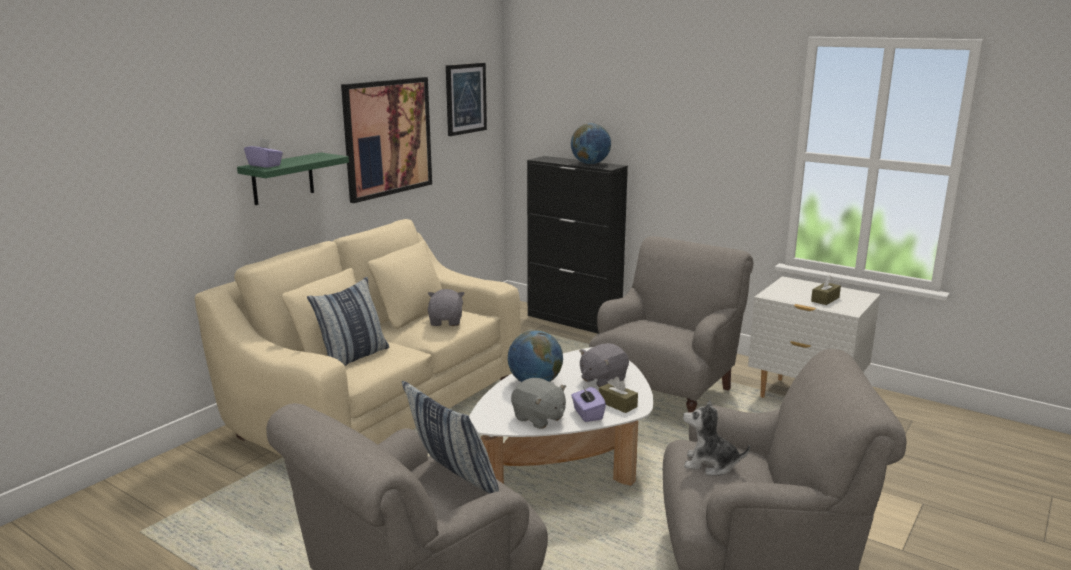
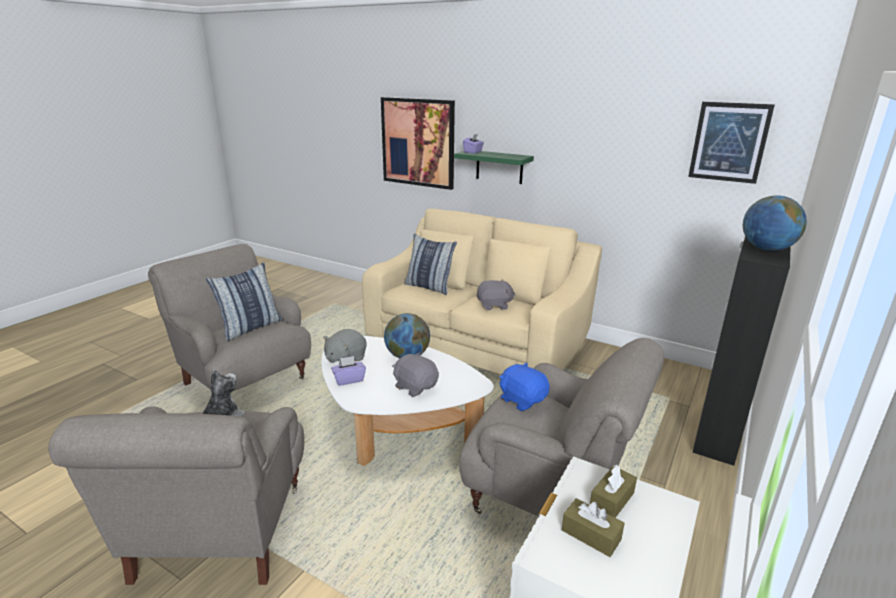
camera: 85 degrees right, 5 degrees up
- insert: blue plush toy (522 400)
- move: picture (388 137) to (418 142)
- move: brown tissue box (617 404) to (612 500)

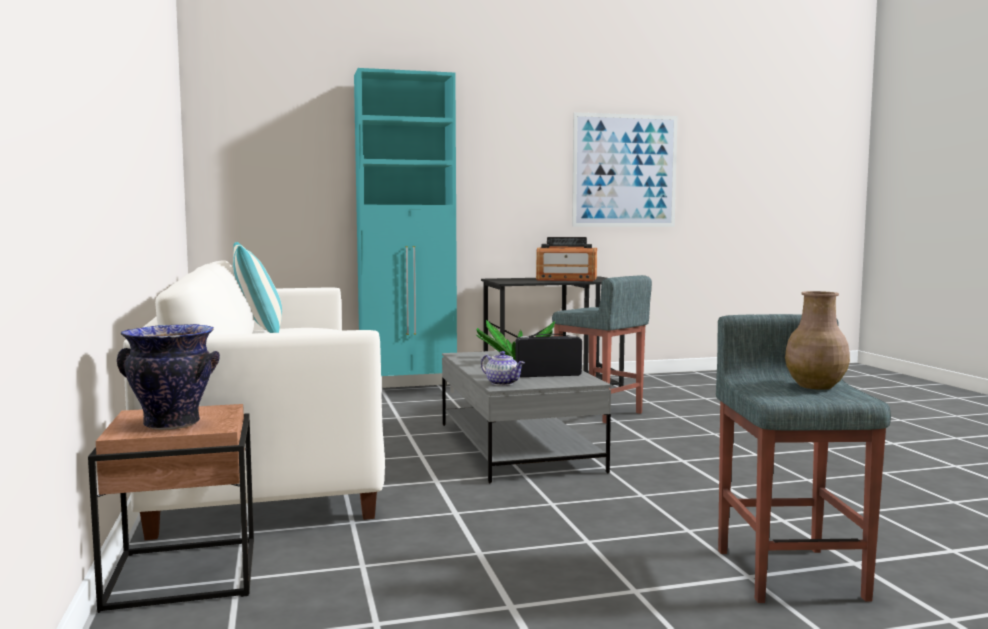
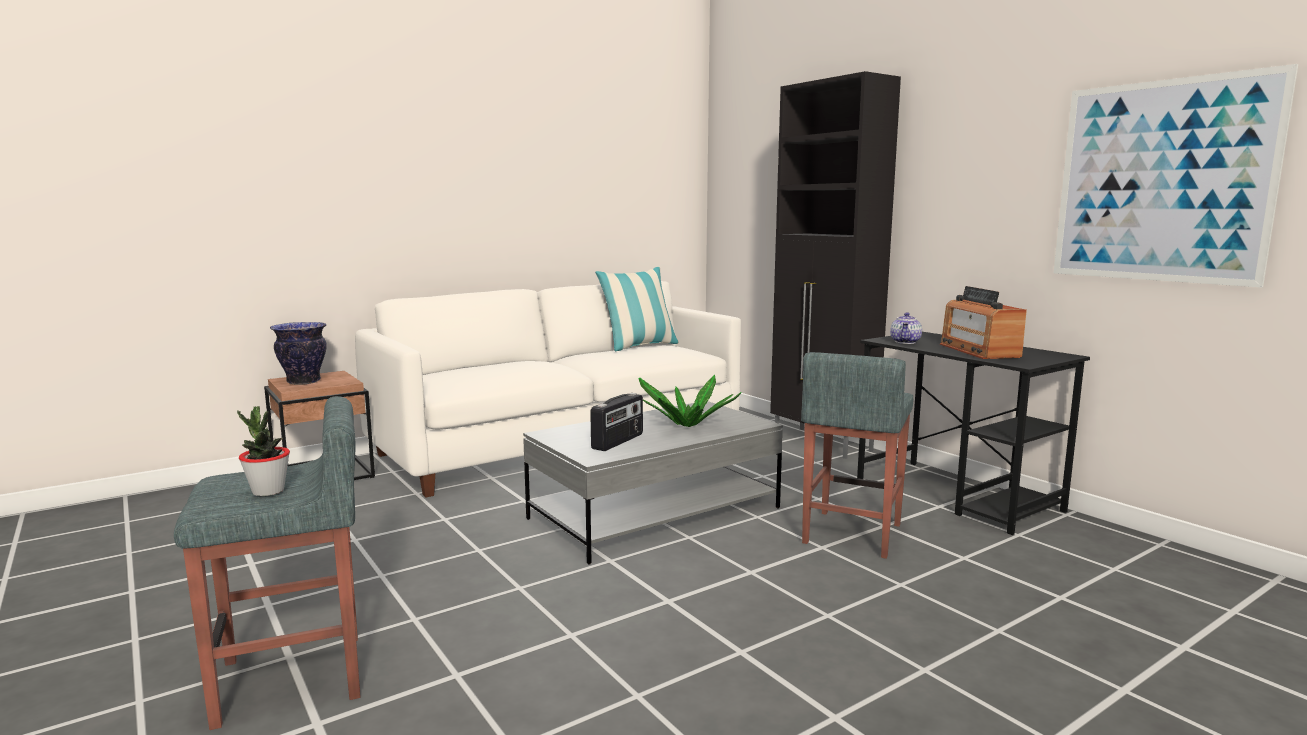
camera: 70 degrees right, 5 degrees up
- move: teapot (503 383) to (906 342)
- replace: brown vase (816 386) to potted plant (268 491)
- recolor: turquoise cabinet (409 391) to black cabinet (822 443)
- rotate: radio (548 375) = (618 441) 60 degrees clockwise

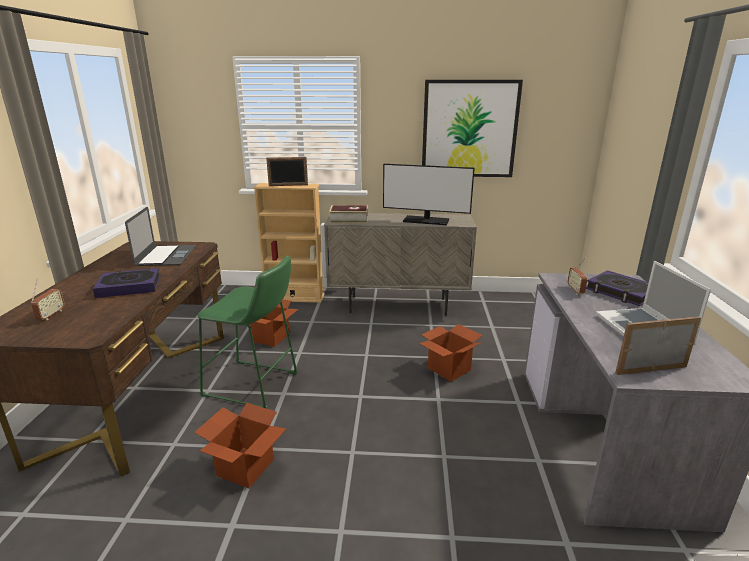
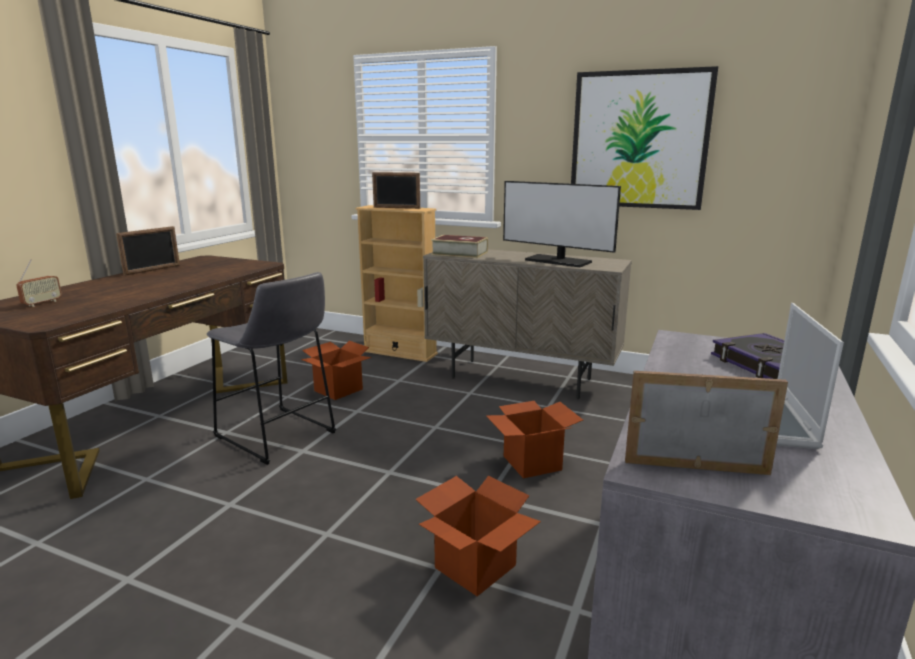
camera: 20 degrees right, 5 degrees down
- delete: book (129 287)
- delete: laptop (166 255)
- delete: radio (575 290)
- insert: picture frame (153 270)
- move: cardboard box (245 467) to (475 566)
- recolor: green stool (255 386) to grey stool (278 437)

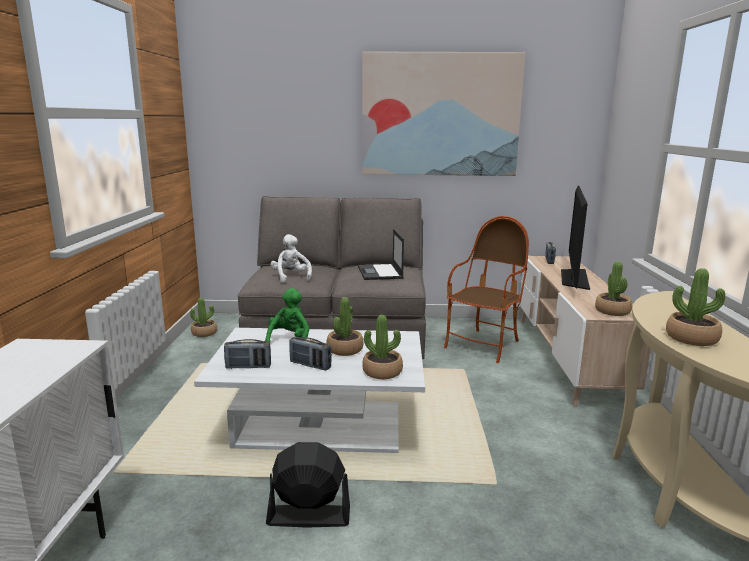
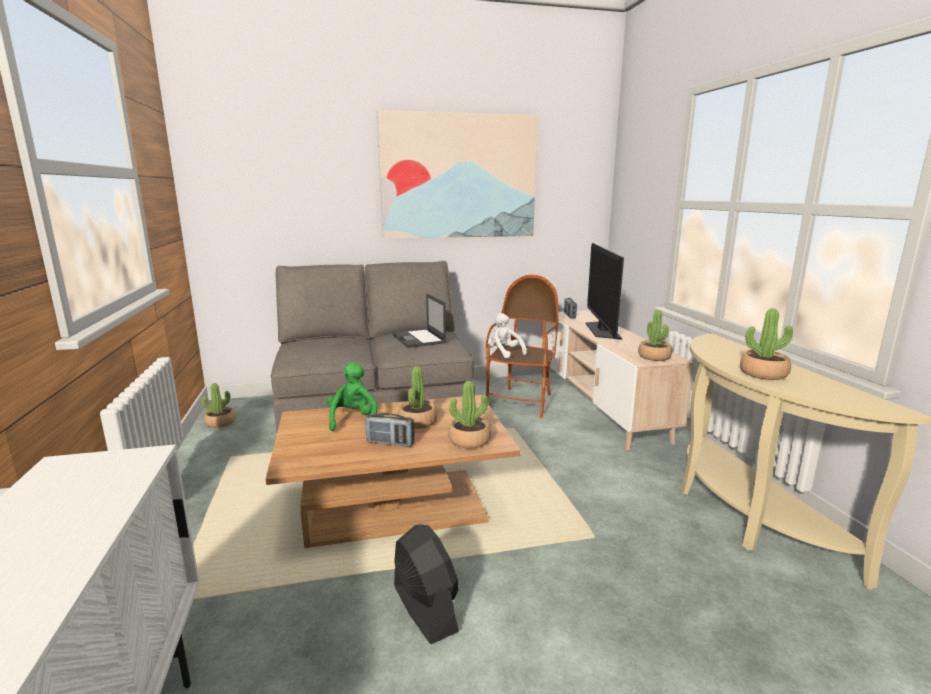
camera: 15 degrees left, 0 degrees up
- delete: radio (248 367)
- move: white plush toy (291 277) to (504 353)
- recolor: white coffee table (320 426) to brown coffee table (395 507)
- rotate: black fan (308 516) = (424 608) 75 degrees clockwise

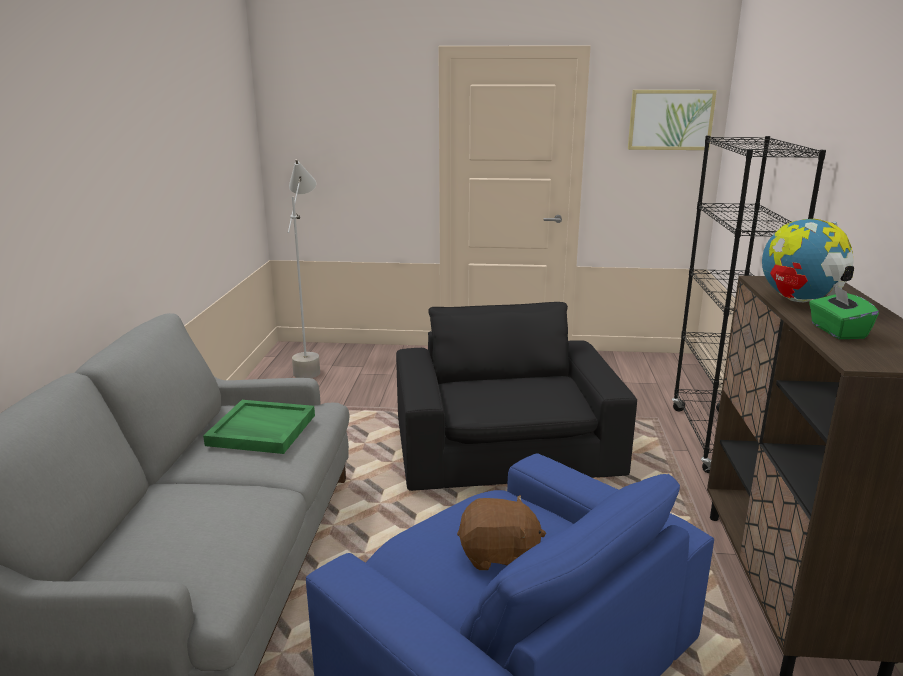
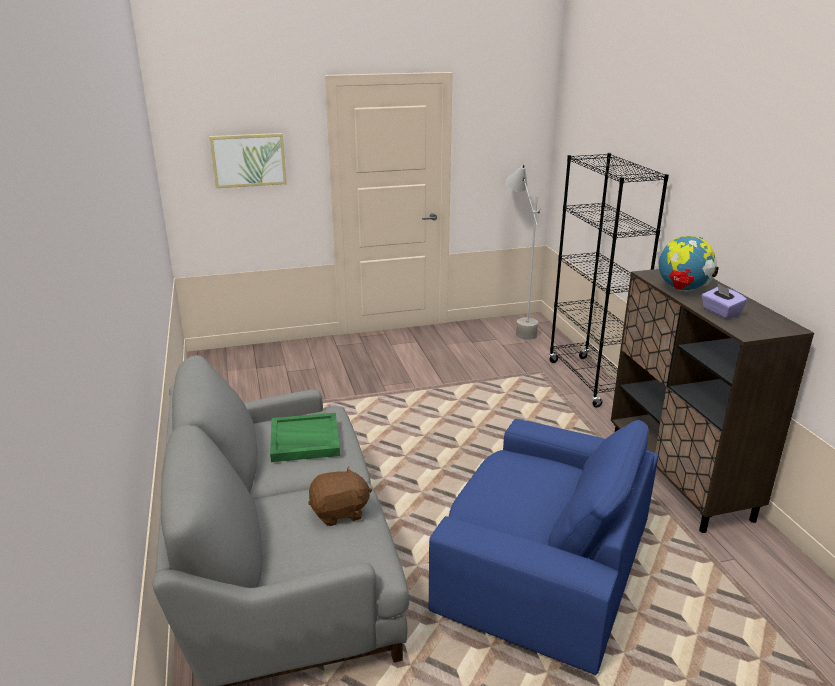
camera: 20 degrees left, 5 degrees up
- delete: black armchair (506 449)
- move: grey floor lamp (310 364) to (517 328)
- move: brown plush toy (498 555) to (340 512)
- move: picture (670 120) to (248 160)
- recolor: green tissue box (837 331) to purple tissue box (720 312)

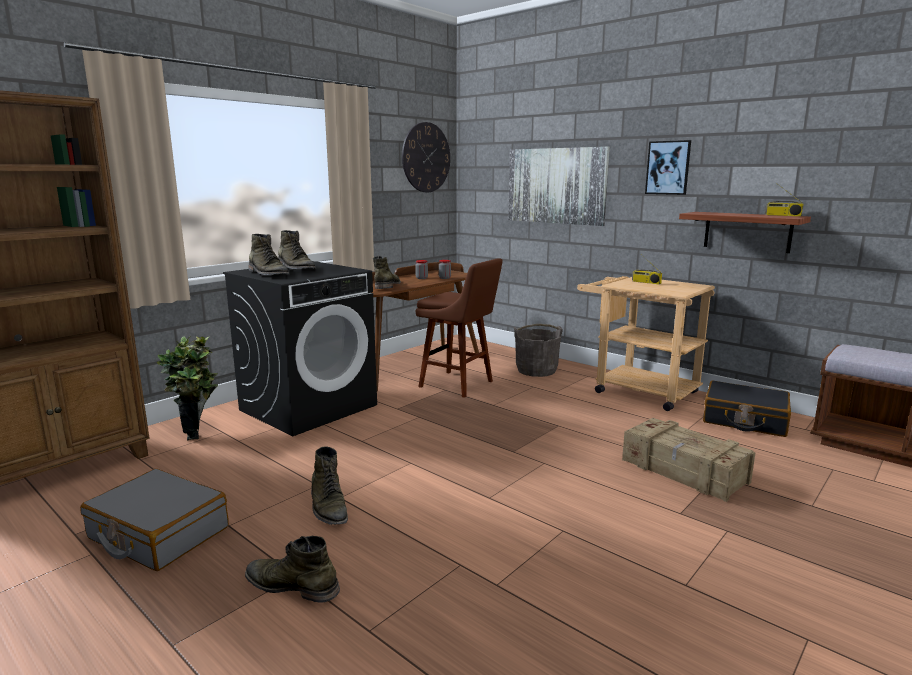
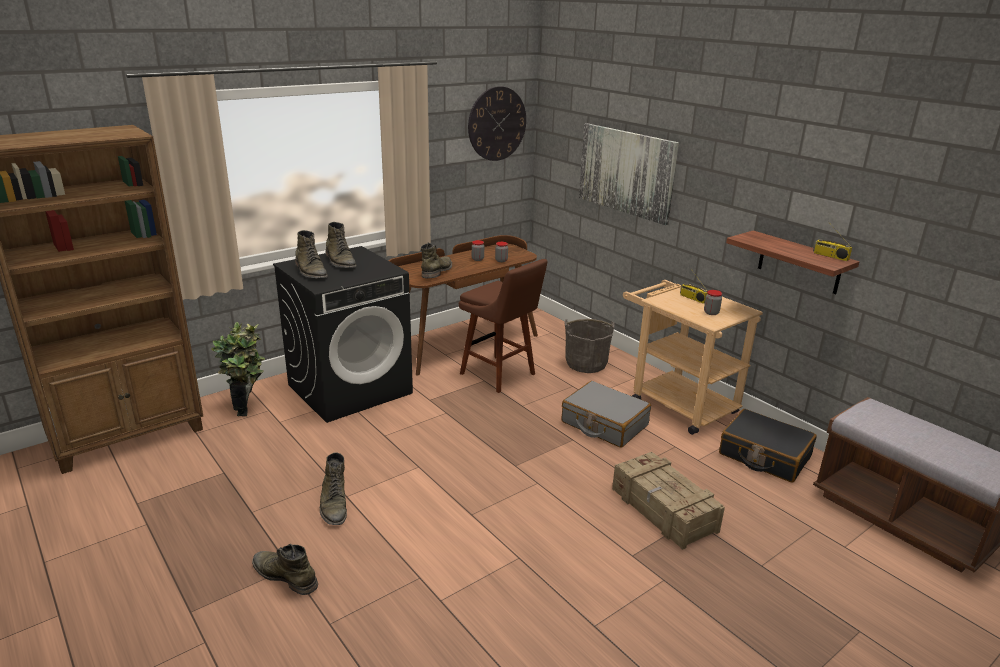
camera: 10 degrees right, 10 degrees up
- delete: picture (668 167)
- insert: jar (711 313)
- move: grey suitcase (158 533) to (604 424)

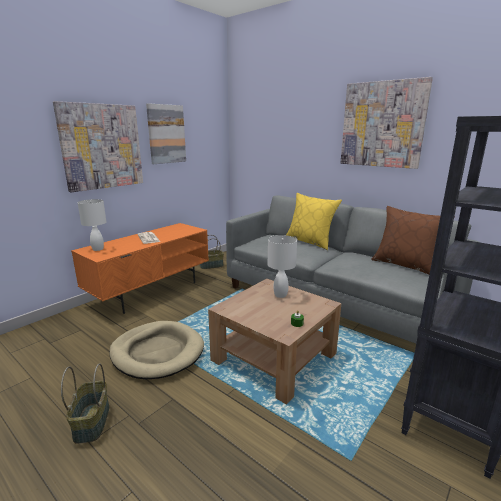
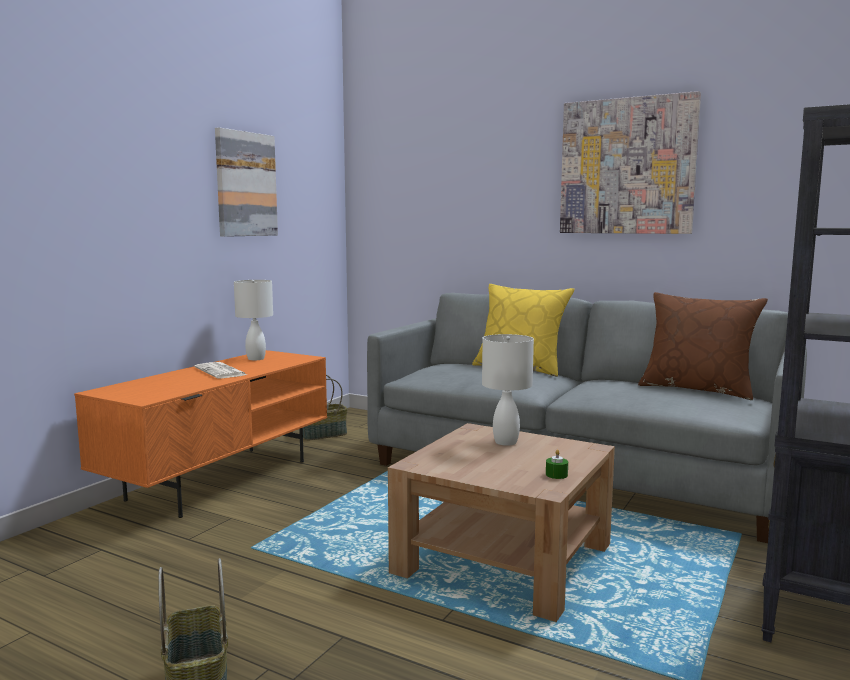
camera: 10 degrees left, 10 degrees down
- delete: picture (102 146)
- delete: beige dog bed (157 352)
- move: white table lamp (97 249) to (255 359)

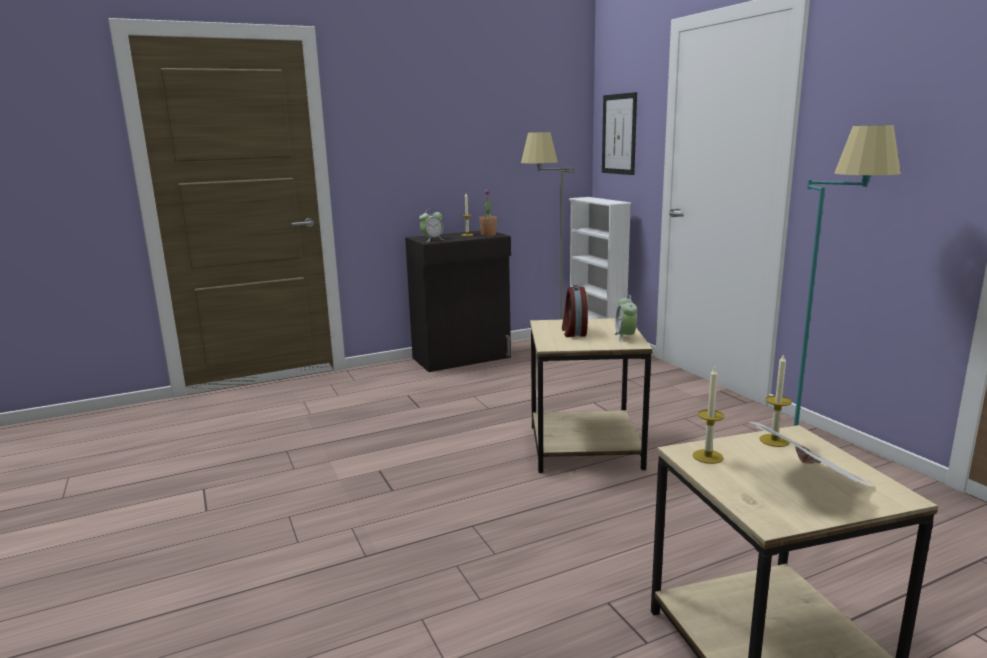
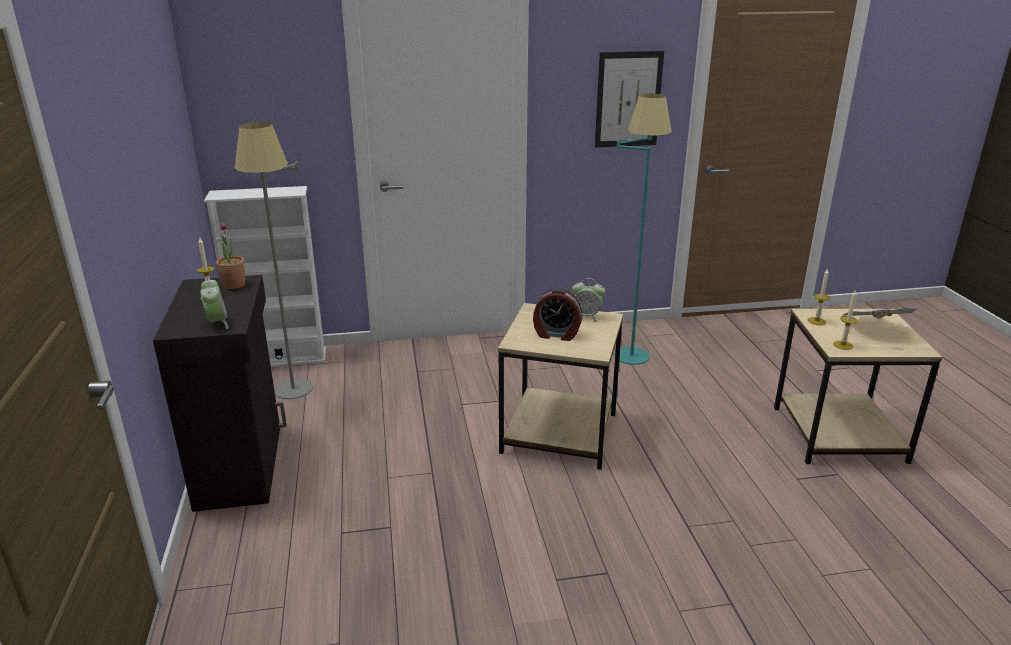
camera: 75 degrees left, 10 degrees up
- move: picture (619 134) to (628 99)

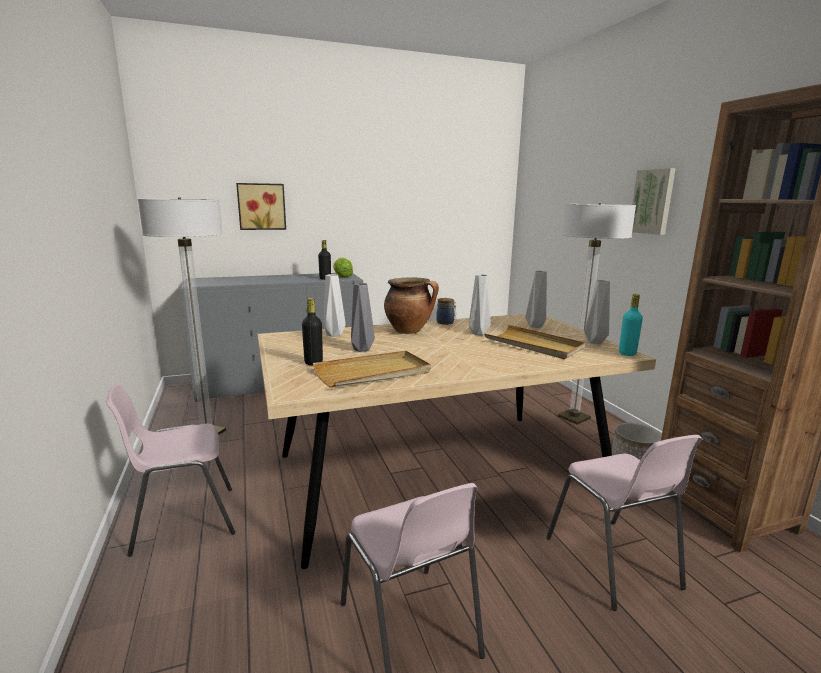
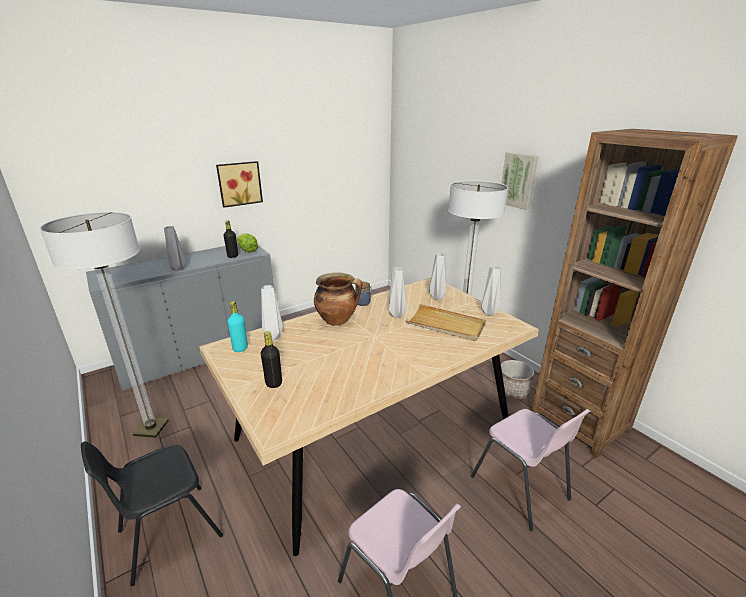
camera: 15 degrees left, 10 degrees up
- delete: beige tray (373 373)
- move: picture (261 206) to (239 183)
- move: grey vase (363 349) to (179 268)
- move: turquoise bottle (627 353) to (240 348)
- recolor: pink chair (183 520) to black chair (168 533)

